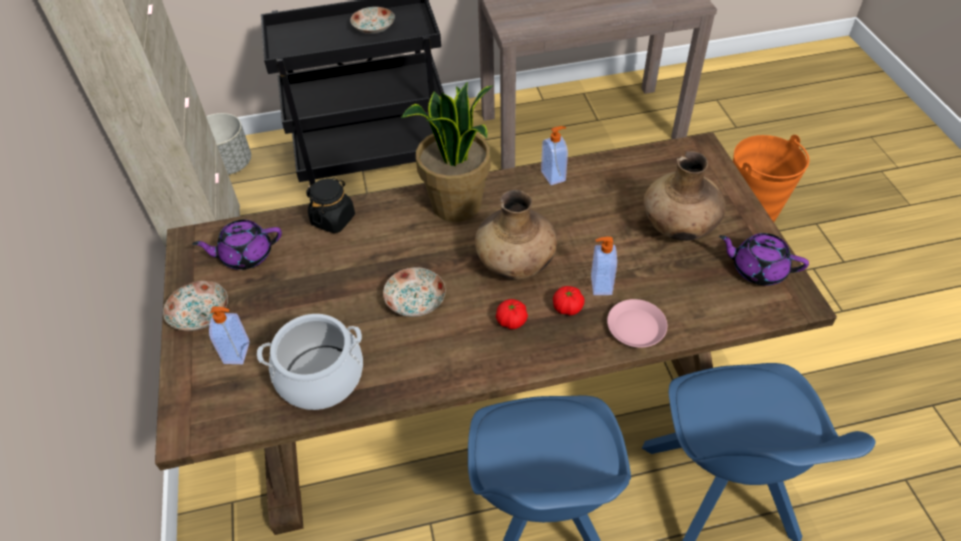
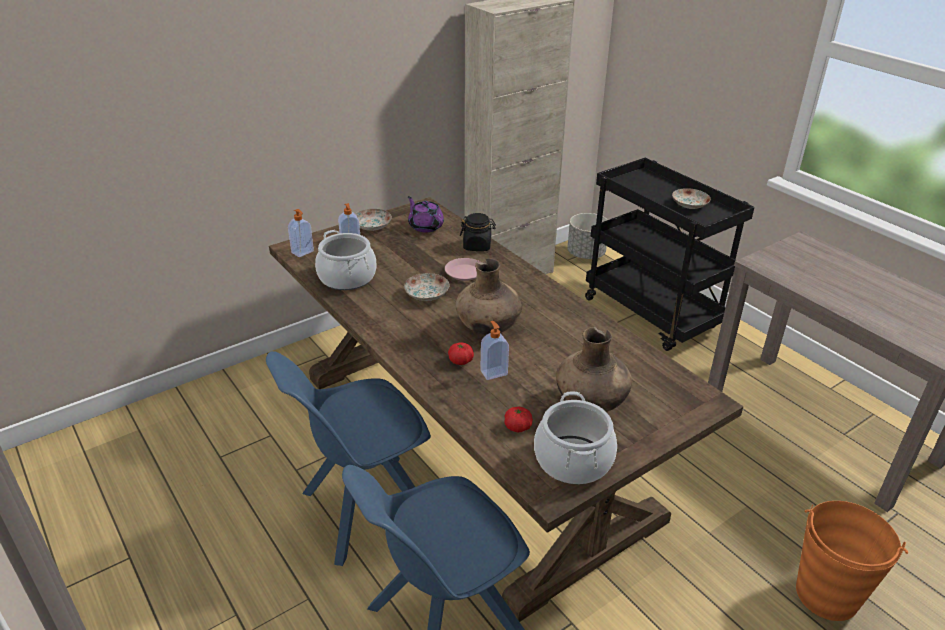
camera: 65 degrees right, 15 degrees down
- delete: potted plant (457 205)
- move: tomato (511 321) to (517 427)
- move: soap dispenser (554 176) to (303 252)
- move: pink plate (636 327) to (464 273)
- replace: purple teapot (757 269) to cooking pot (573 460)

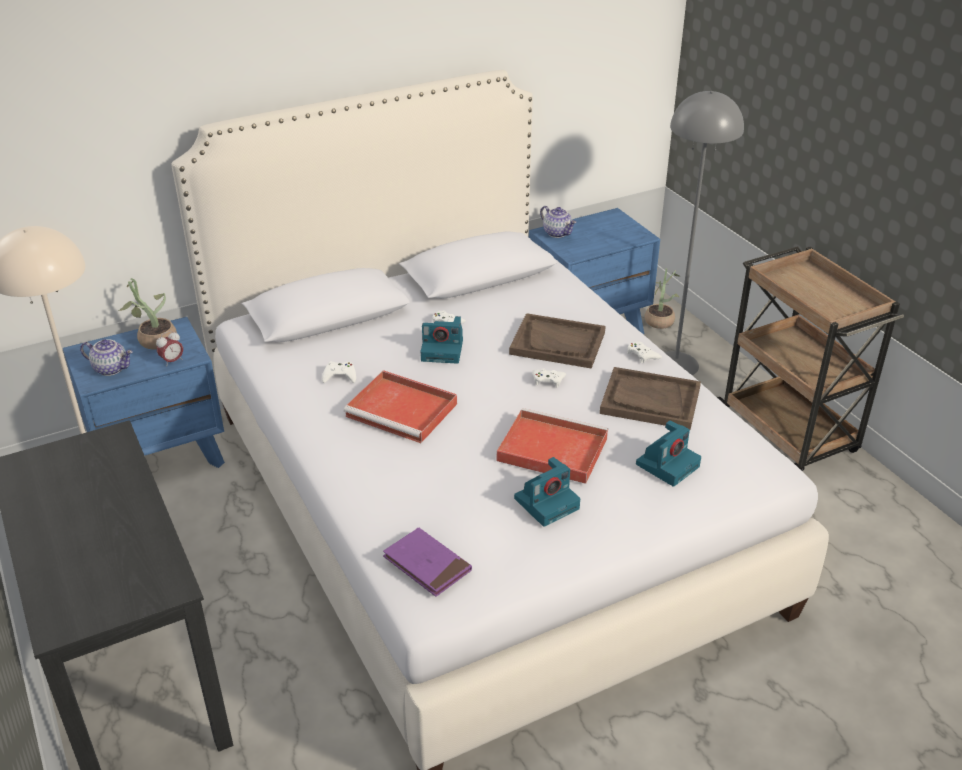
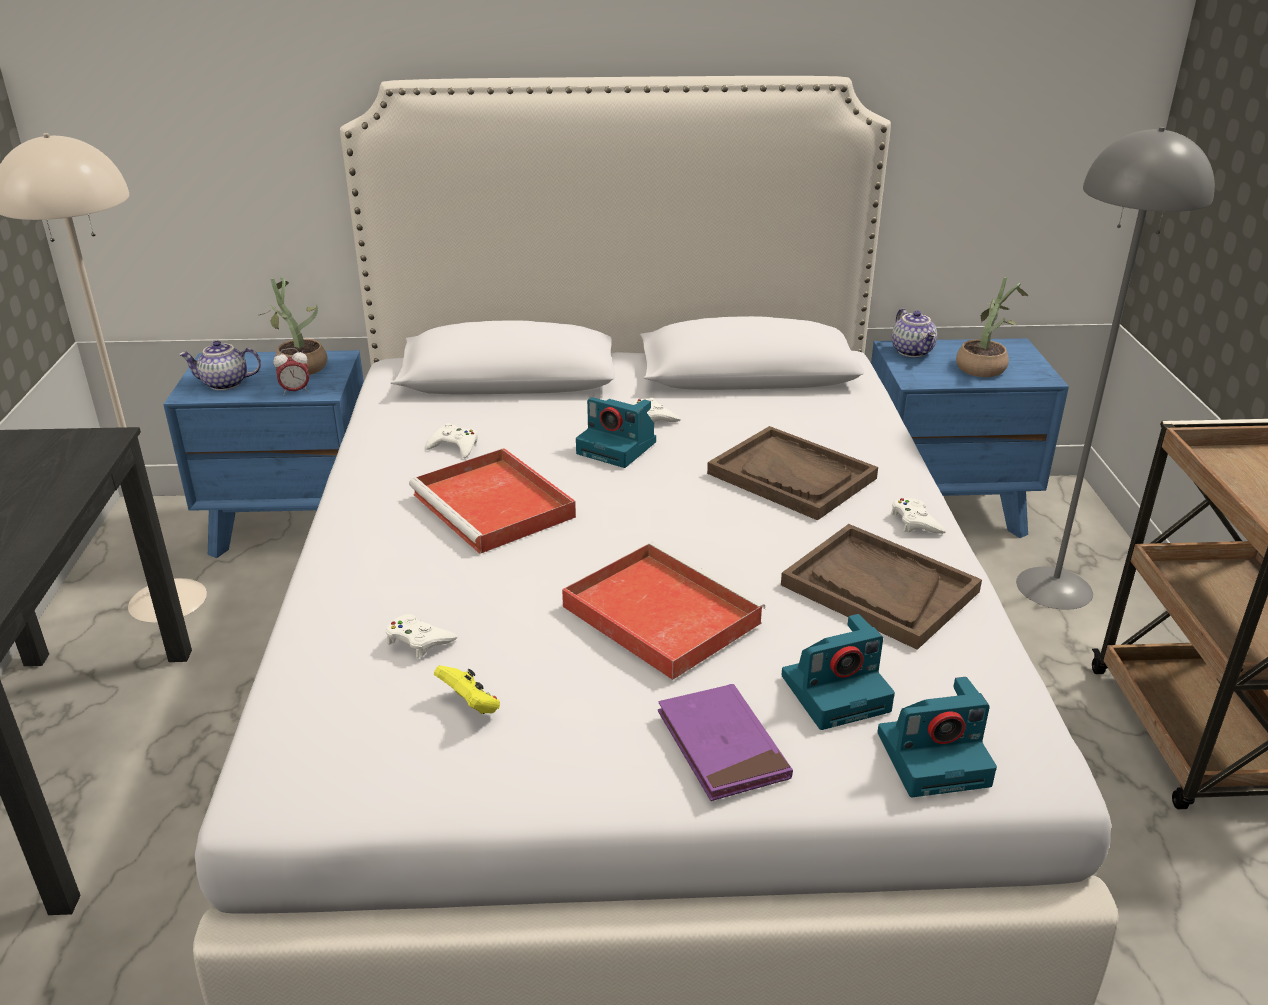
camera: 25 degrees right, 5 degrees down
- insert: yellow game controller (470 705)
- move: purple book (427 564) to (722 746)
- move: photo camera (547 502) to (935 757)
- move: white game controller (548 380) to (419 640)
- move: potted plant (660 319) to (984 366)
- rotate: teapot (111 368) = (224 384) 135 degrees clockwise

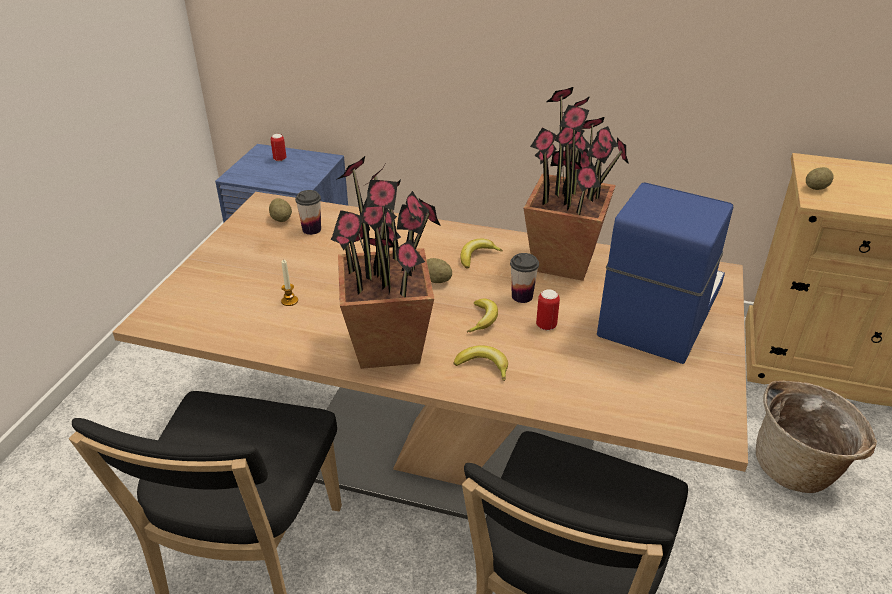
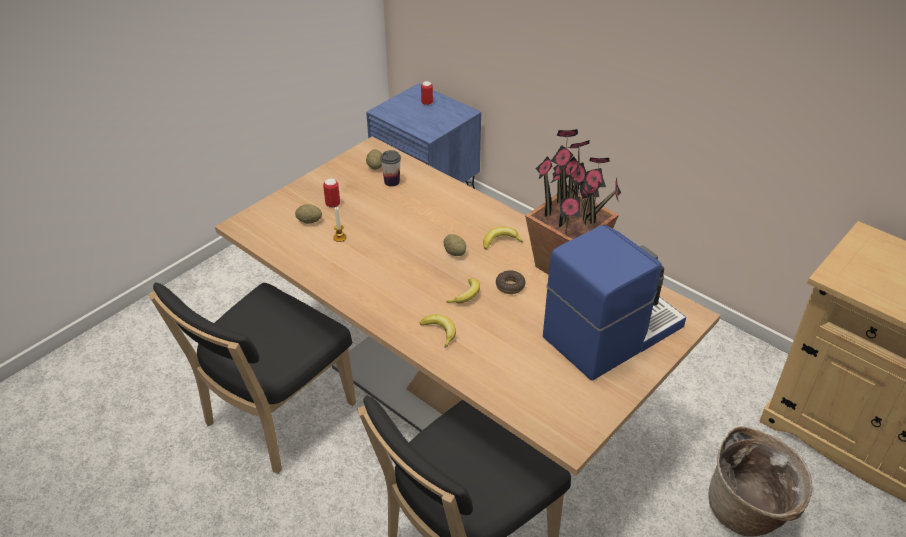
camera: 25 degrees right, 5 degrees up
- delete: potted plant (389 346)
- move: can (546 326) to (333 204)
- move: potato (816 188) to (309 221)
- replace: cup (522 296) to donut (510 286)

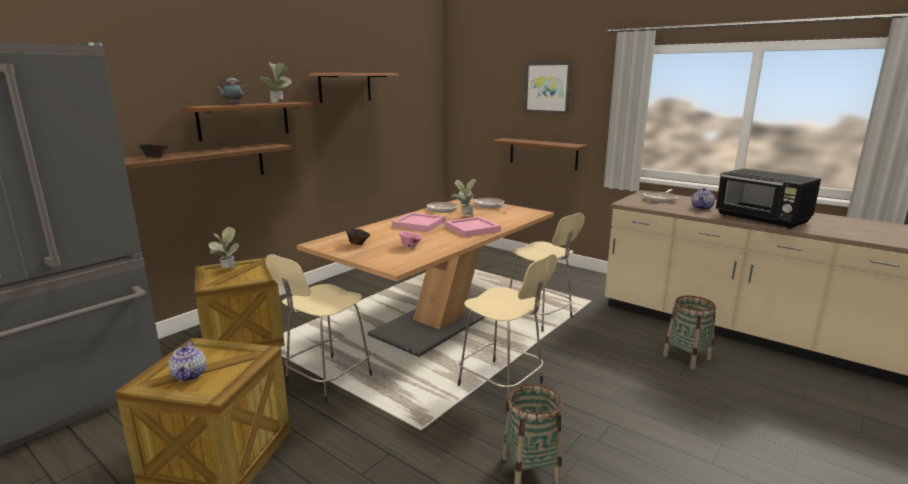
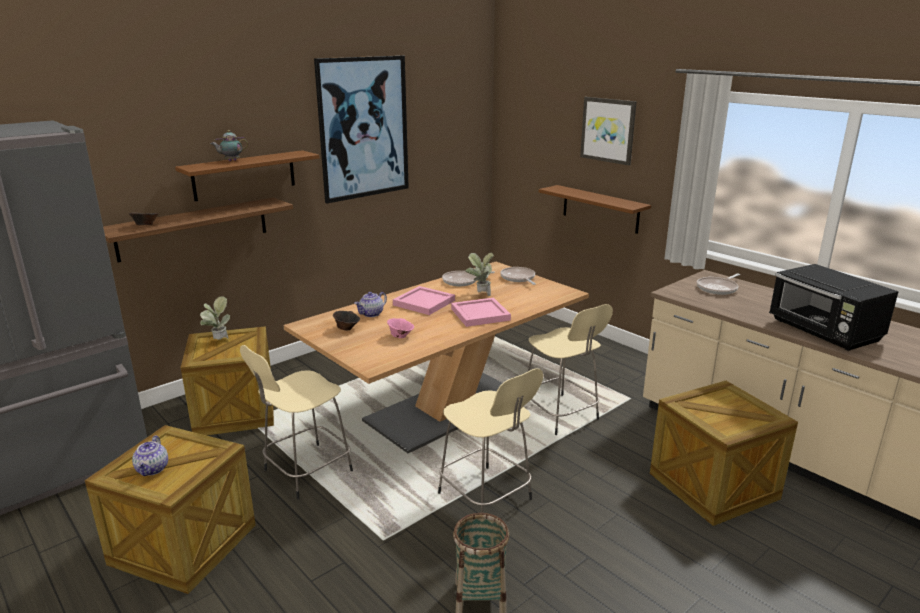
camera: 10 degrees right, 5 degrees up
- delete: potted plant (279 103)
- move: teapot (702 208) to (371 314)
- replace: shelf (345 87) to picture (364 128)
- replace: basket (686 357) to crate (713 486)

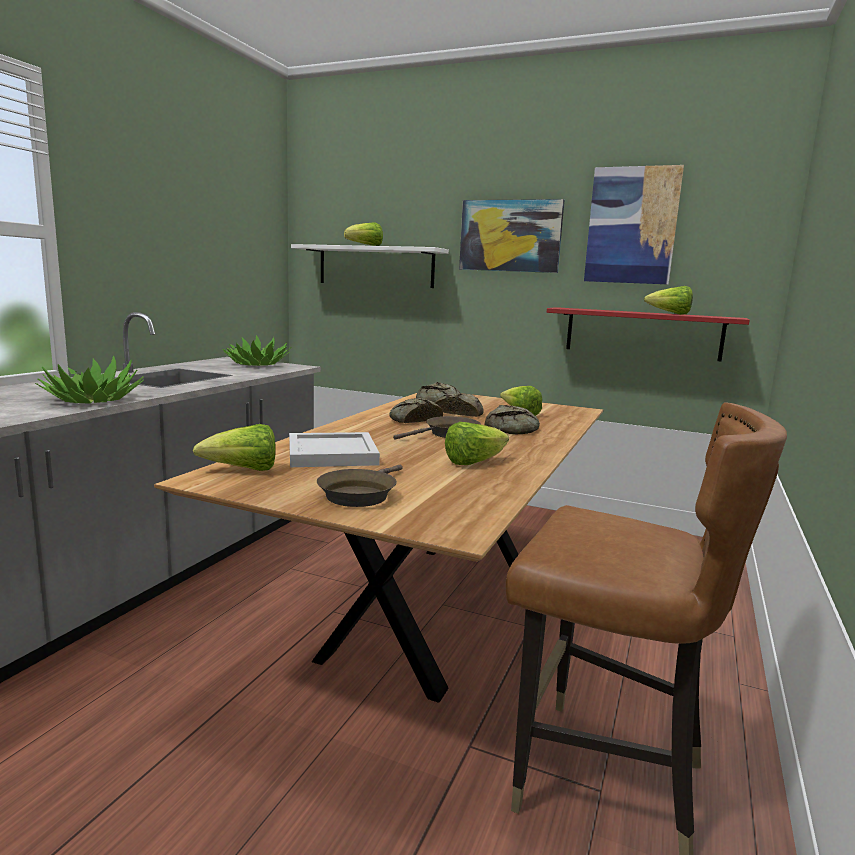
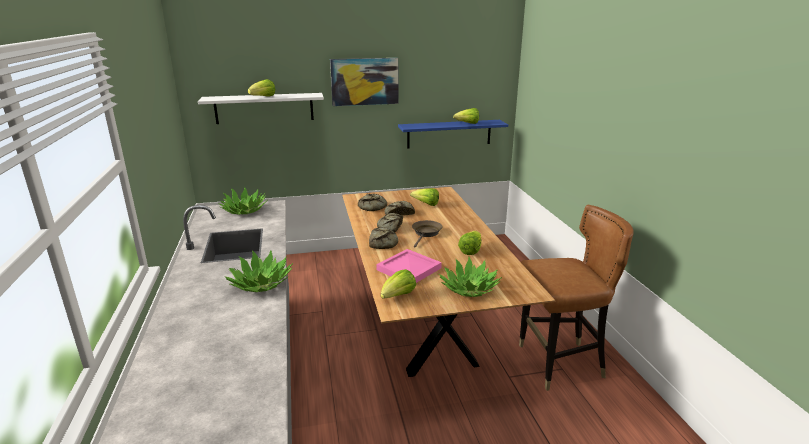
camera: 35 degrees left, 10 degrees up
- delete: picture (631 226)
- move: bread (514 429) to (383 242)
- replace: brown frying pan (360 494) to potted plant (469 289)
- recolor: white tray (330 454) to pink tray (409 269)
- recolor: red shelf (643 333) to blue shelf (449 134)

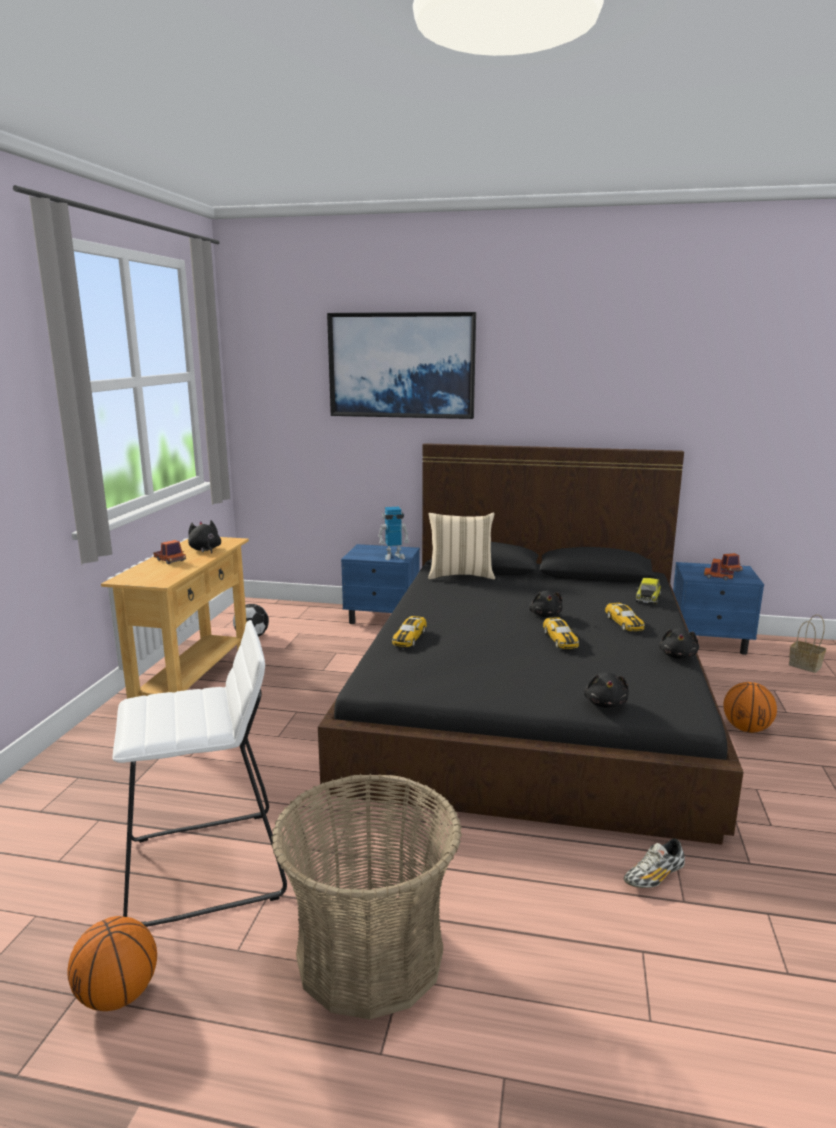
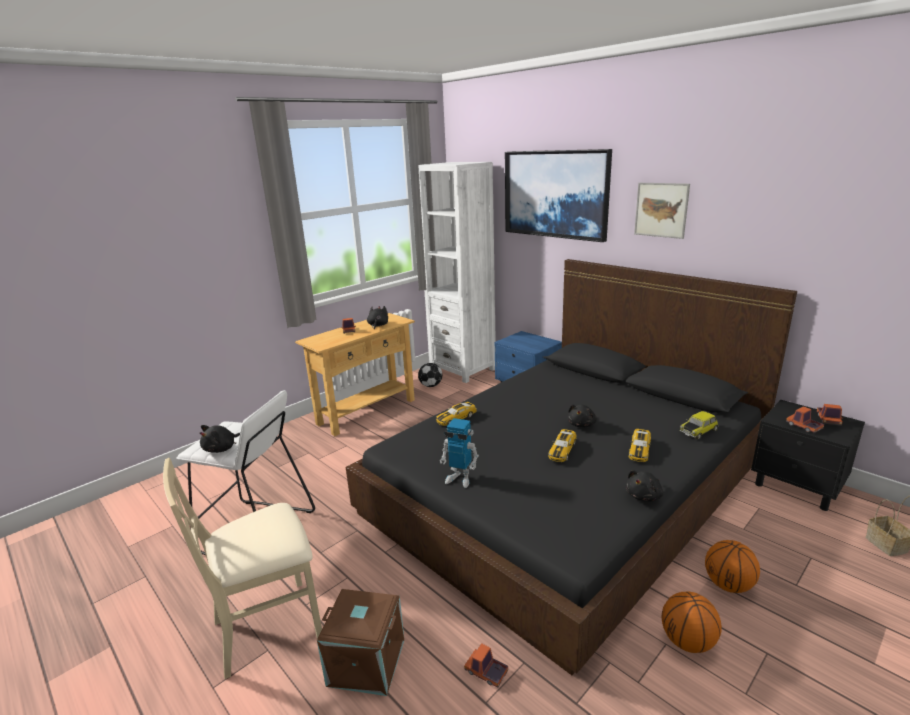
camera: 35 degrees right, 5 degrees up
- delete: beige pillow (460 575)
- insert: brown storage box (367 661)
- insert: white bookcase (462 369)
- insert: picture (661 210)
- move: basketball (118 995) to (687 641)
- move: toy robot (394 556) to (460 478)
- move: black plush toy (605 703) to (222 449)
- replace: basket (369 955) to beige chair (269 626)
- replace: shoe (654 877) to toy truck (486 672)
- recolor: blue nightstand (710 642) to black nightstand (798 487)

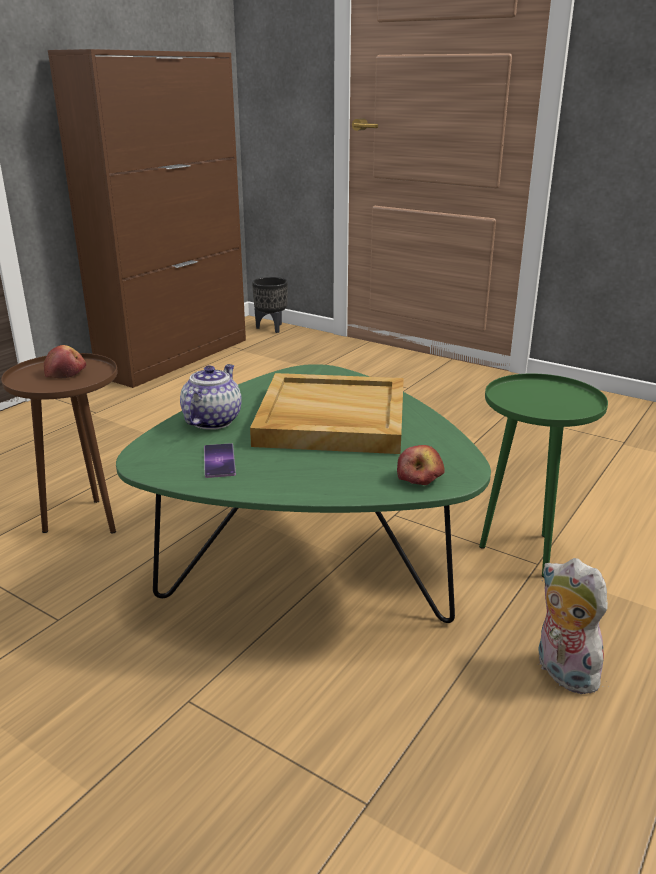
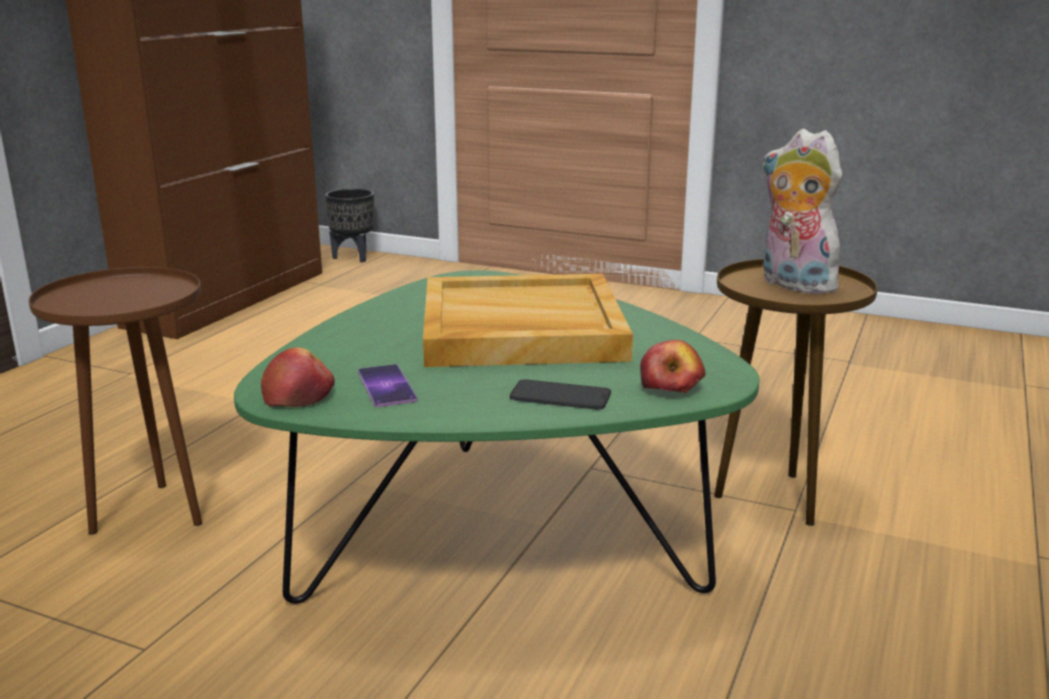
camera: 10 degrees left, 5 degrees down
- delete: teapot (212 420)
- insert: phone (560 396)
- move: apple (66 372) to (299 396)
- move: plush toy (561 672) to (792 285)
- recolor: green side table (523 552) to brown side table (773 497)

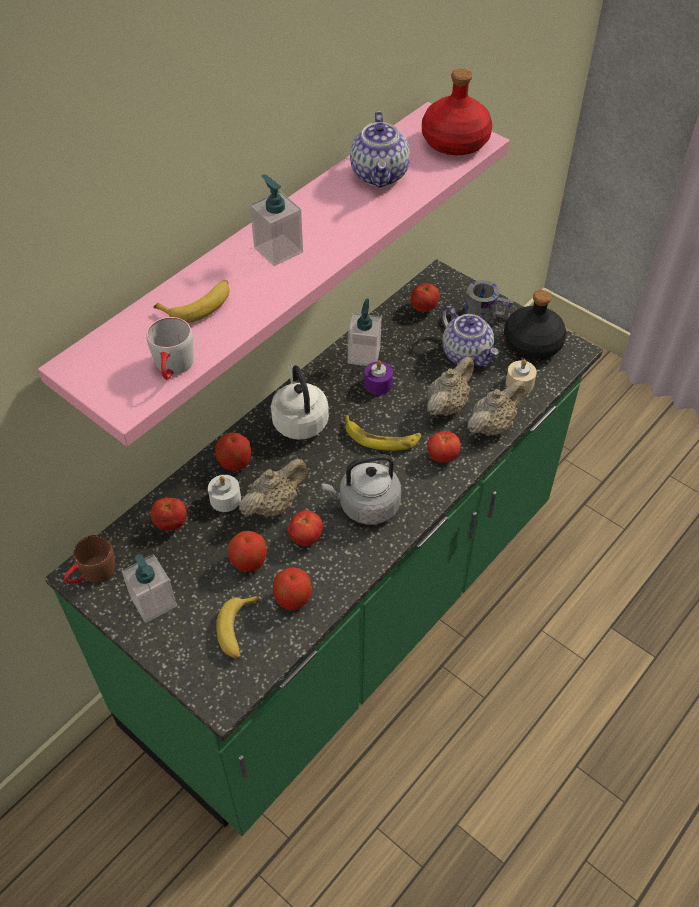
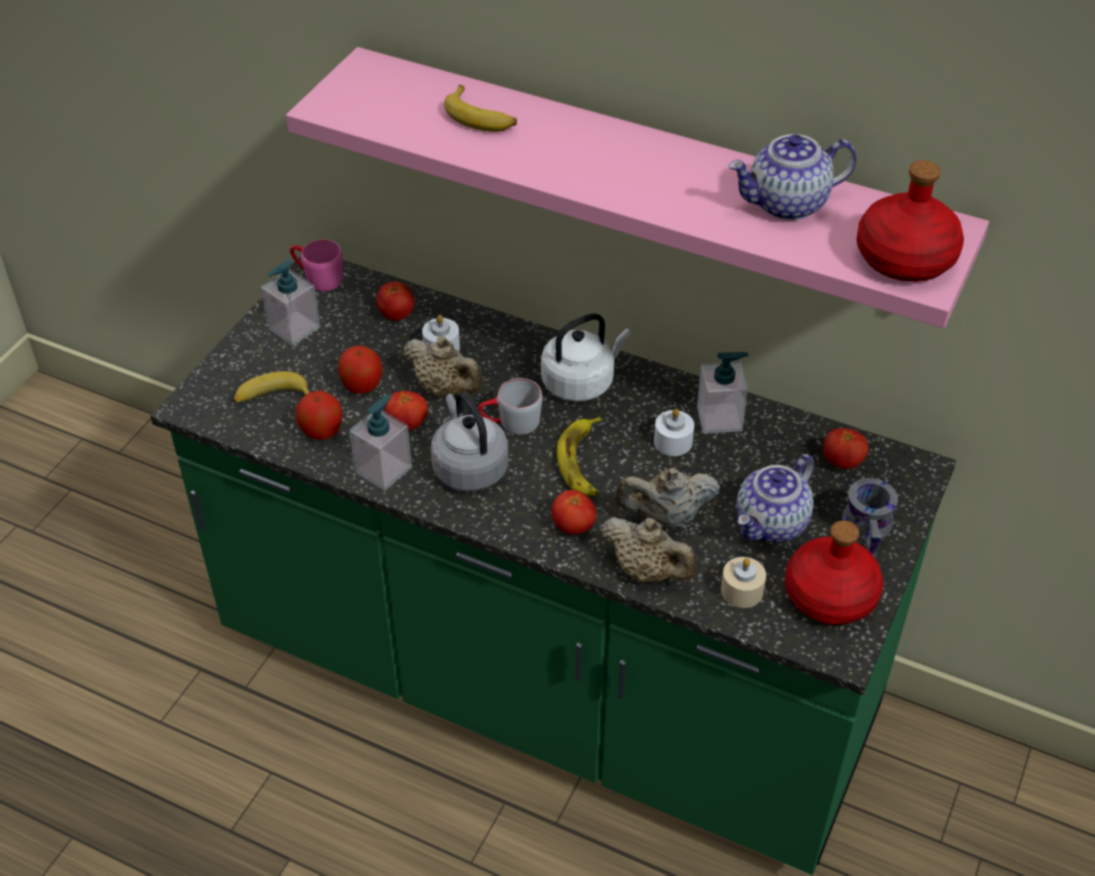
camera: 75 degrees right, 5 degrees down
- delete: apple (235 463)
- move: grey mug (173 368) to (510 423)
- move: soap dispenser (278 250) to (383 469)
- recolor: brown mug (92 575) to pink mug (317 277)
- recolor: purple candle (378 384) to white candle (673 441)
- recolor: black bottle (531 344) to red bottle (829 595)
- rotate: beige teapot (447 405) = (665 518) 150 degrees clockwise

